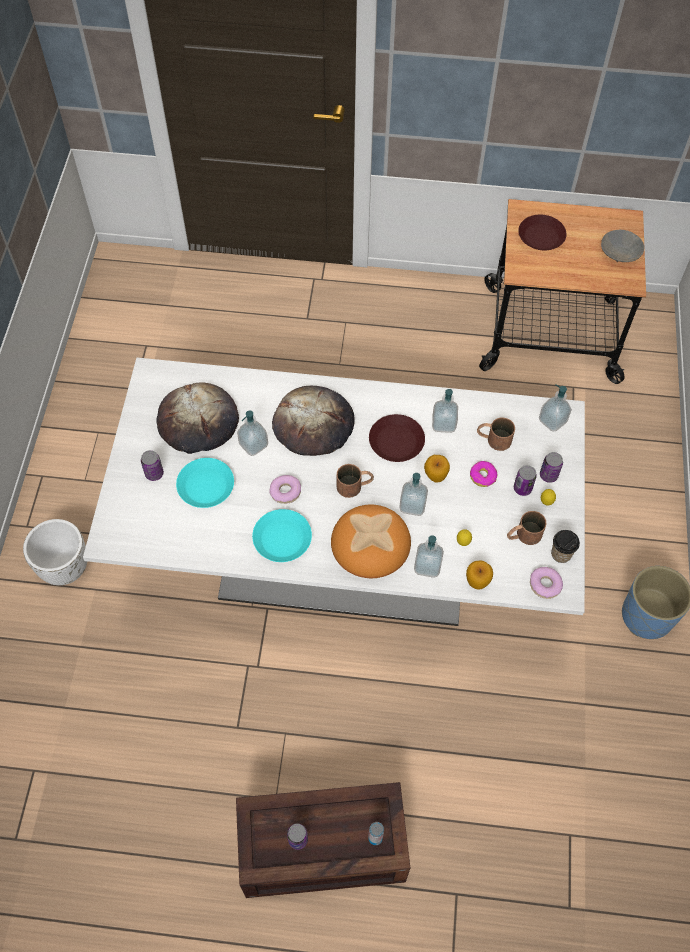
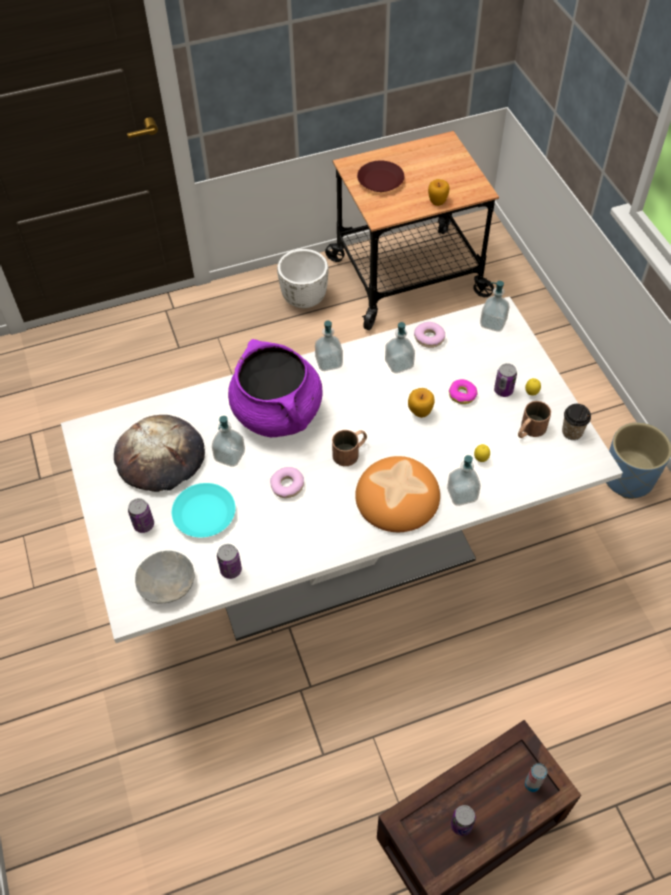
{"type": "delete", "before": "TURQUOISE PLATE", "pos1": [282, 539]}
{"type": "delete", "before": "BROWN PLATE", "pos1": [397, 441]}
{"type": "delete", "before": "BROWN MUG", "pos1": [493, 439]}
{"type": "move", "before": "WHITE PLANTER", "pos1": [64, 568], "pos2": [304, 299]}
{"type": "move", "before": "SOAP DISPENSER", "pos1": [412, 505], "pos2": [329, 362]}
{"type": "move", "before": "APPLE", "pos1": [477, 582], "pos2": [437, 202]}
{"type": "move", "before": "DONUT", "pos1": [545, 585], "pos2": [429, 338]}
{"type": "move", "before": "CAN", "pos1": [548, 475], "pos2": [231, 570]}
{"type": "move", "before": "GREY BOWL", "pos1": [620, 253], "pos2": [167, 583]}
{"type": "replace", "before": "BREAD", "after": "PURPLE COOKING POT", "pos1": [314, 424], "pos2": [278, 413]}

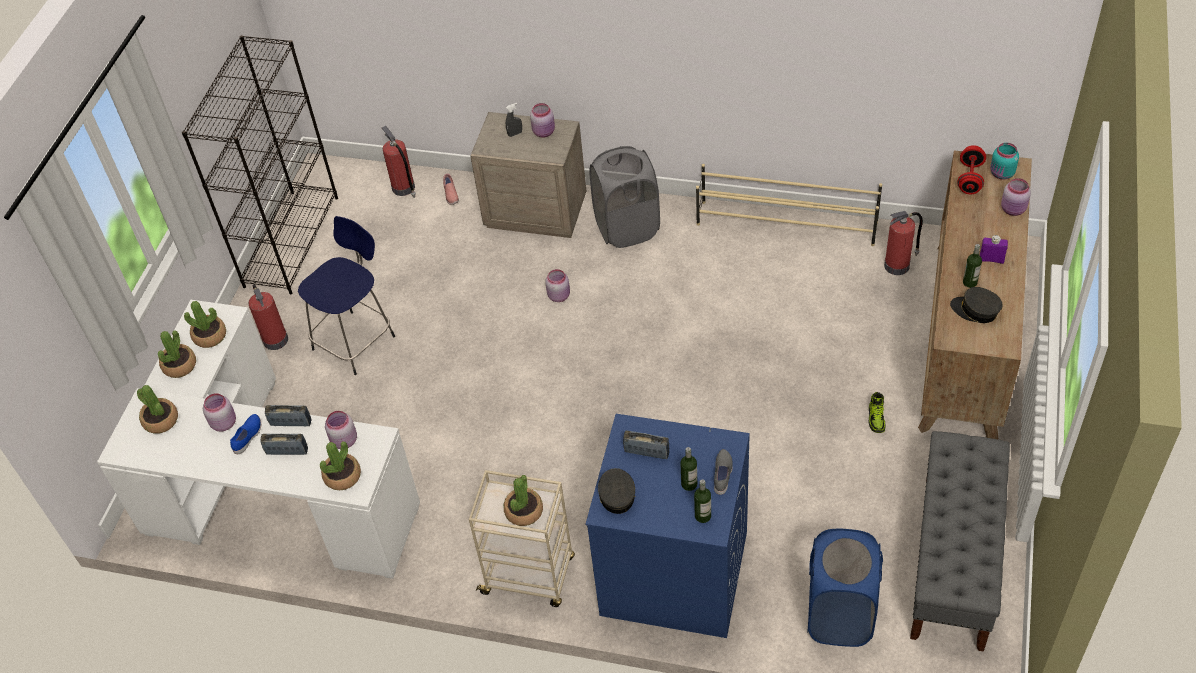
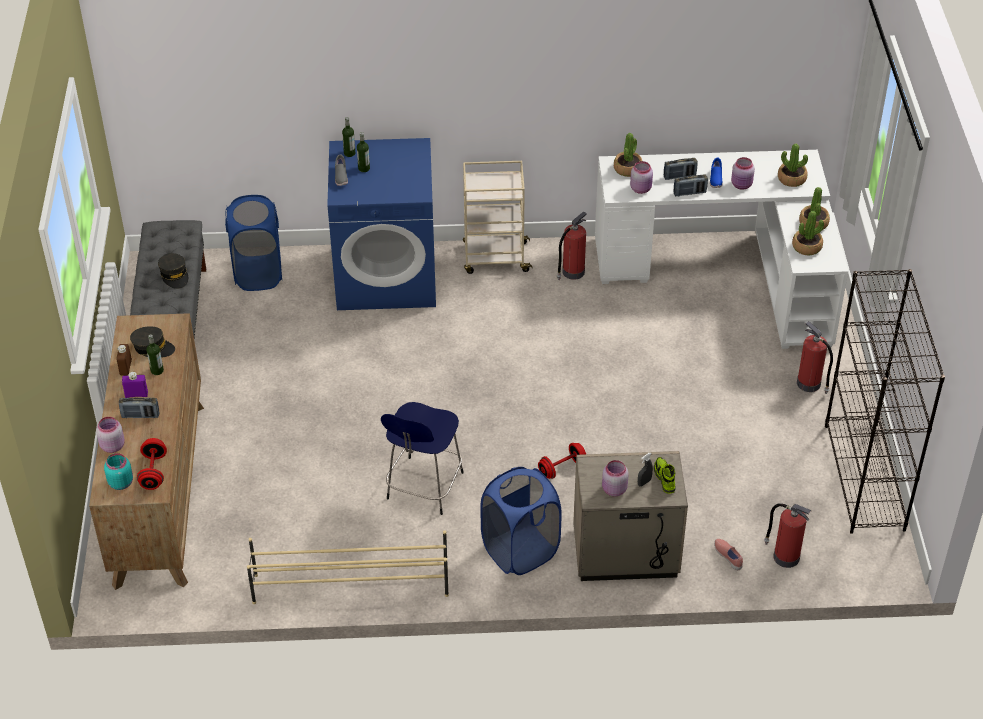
{"type": "delete", "before": "POTTED PLANT", "pos1": [524, 511]}
{"type": "insert", "after": "BROWN BOTTLE", "pos2": [125, 367]}
{"type": "move", "before": "BLUE STOOL", "pos1": [356, 341], "pos2": [424, 488]}
{"type": "move", "before": "GREY CAP", "pos1": [616, 494], "pos2": [174, 275]}
{"type": "move", "before": "RADIO", "pos1": [647, 452], "pos2": [140, 415]}
{"type": "move", "before": "SHOE", "pos1": [876, 418], "pos2": [664, 478]}
{"type": "move", "before": "FIRE EXTINGUISHER", "pos1": [898, 265], "pos2": [572, 272]}
{"type": "replace", "before": "PINK JAR", "after": "RED DUMBBELL", "pos1": [559, 295], "pos2": [562, 468]}
{"type": "recolor", "before": "GREY LAUNDRY BASKET", "after": "BLUE LAUNDRY BASKET", "pos1": [627, 228], "pos2": [520, 551]}

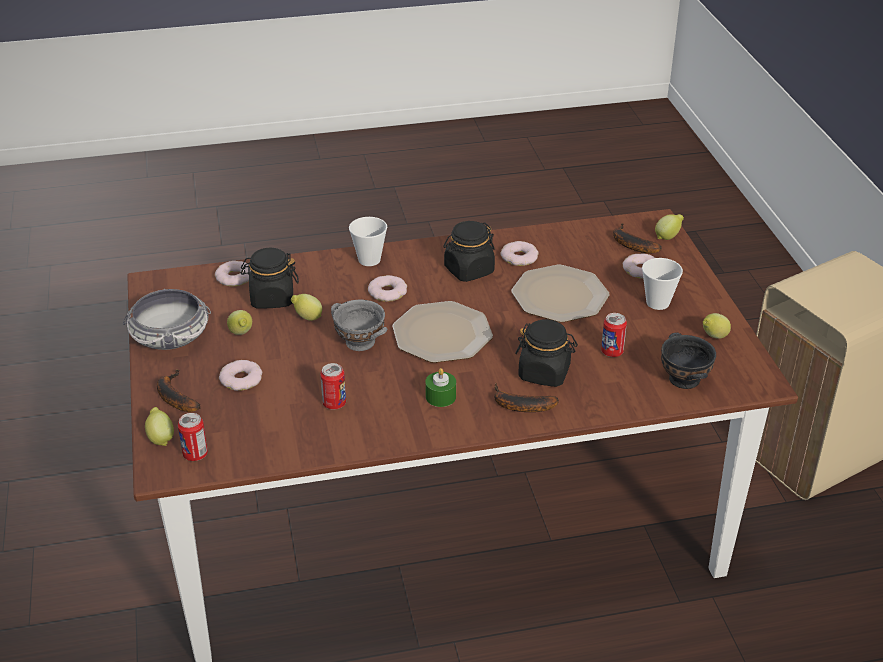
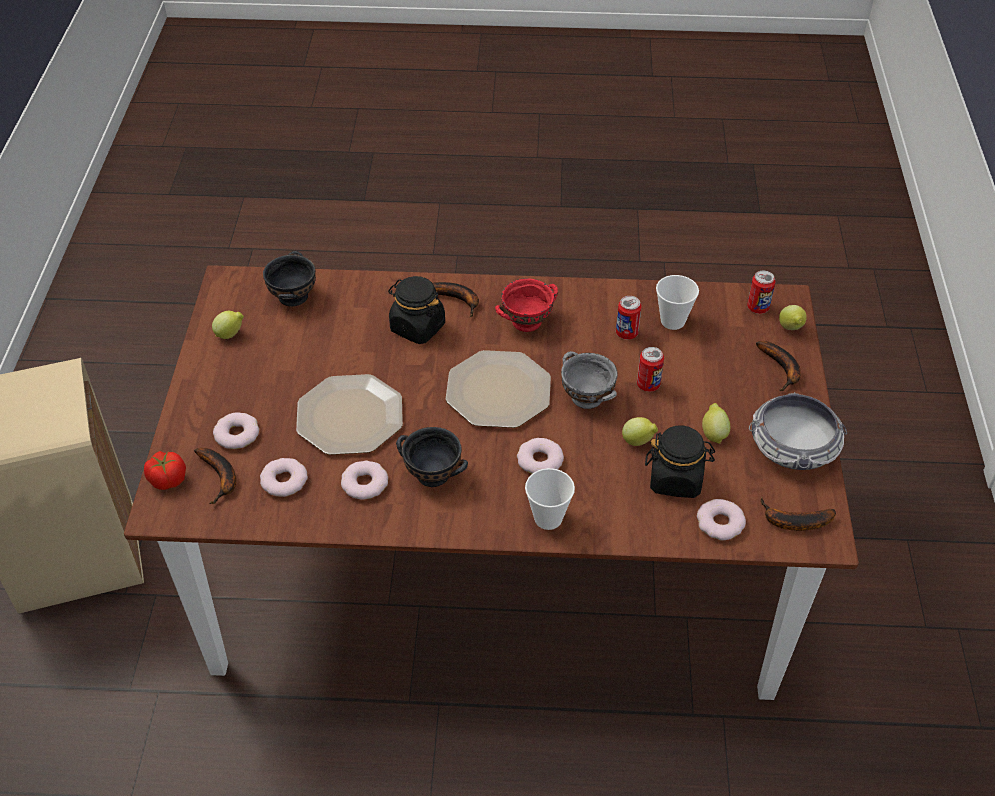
{"type": "insert", "after": "BANANA", "pos2": [792, 522]}
{"type": "move", "before": "DONUT", "pos1": [241, 379], "pos2": [284, 481]}
{"type": "move", "before": "CAN", "pos1": [612, 352], "pos2": [648, 385]}
{"type": "move", "before": "CUP", "pos1": [657, 303], "pos2": [672, 321]}
{"type": "replace", "before": "GREEN CANDLE", "after": "RED BOWL", "pos1": [440, 396], "pos2": [525, 321]}
{"type": "replace", "before": "BLACK JAR", "after": "BLACK BOWL", "pos1": [468, 270], "pos2": [434, 475]}
{"type": "replace", "before": "LEMON", "after": "TOMATO", "pos1": [668, 237], "pos2": [167, 480]}

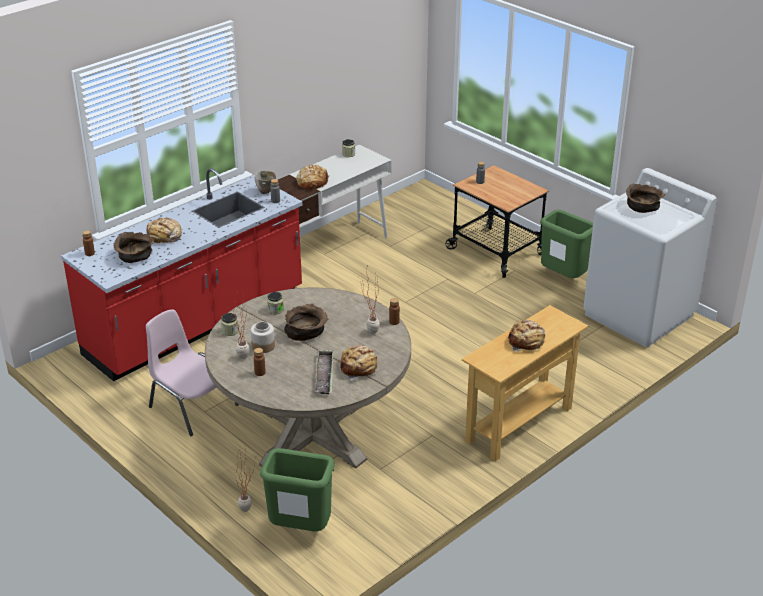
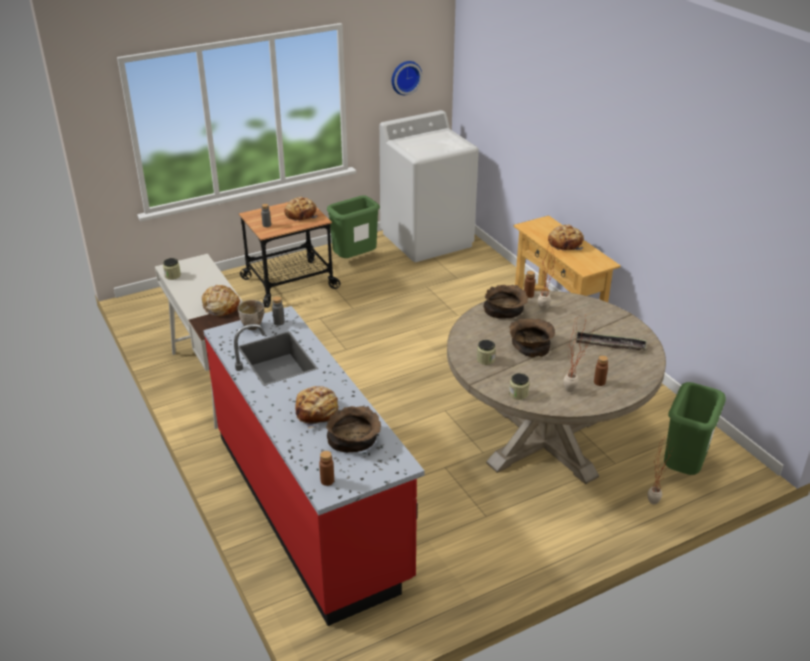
{"type": "delete", "before": "PINK CHAIR", "pos1": [192, 406]}
{"type": "delete", "before": "JAR", "pos1": [263, 346]}
{"type": "insert", "after": "WALL CLOCK", "pos2": [405, 77]}
{"type": "move", "before": "BREAD", "pos1": [359, 367], "pos2": [301, 214]}
{"type": "move", "before": "BROWN BOWL", "pos1": [643, 207], "pos2": [505, 310]}

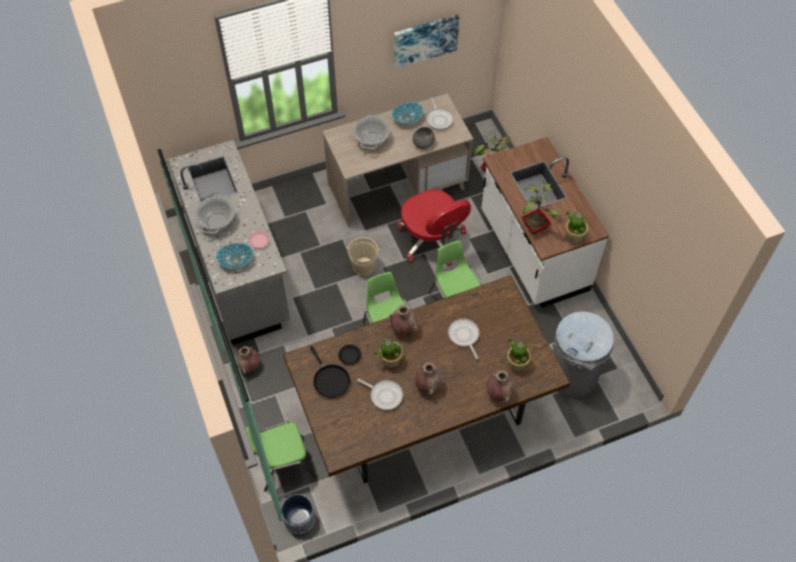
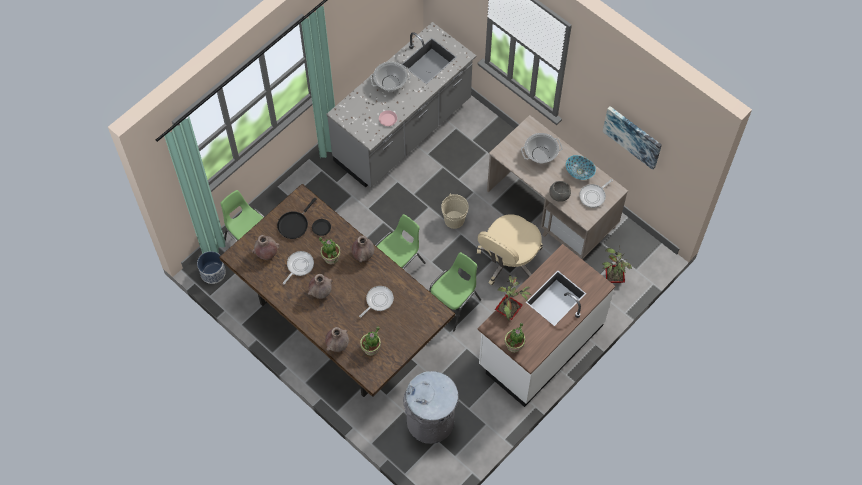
{"type": "delete", "before": "BOWL", "pos1": [235, 260]}
{"type": "move", "before": "BROWN VASE", "pos1": [249, 366], "pos2": [266, 254]}
{"type": "recolor", "before": "RED OFFICE CHAIR", "after": "BEIGE OFFICE CHAIR", "pos1": [432, 240], "pos2": [508, 260]}
{"type": "rotate", "before": "FRYING PAN", "pos1": [384, 395], "pos2": [299, 266], "turn": -150}

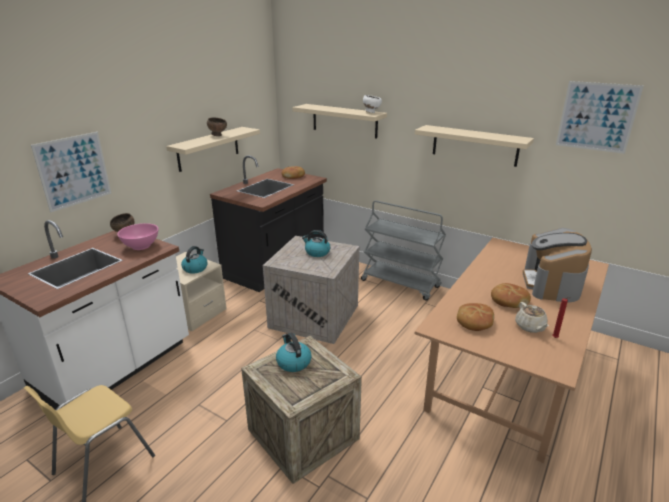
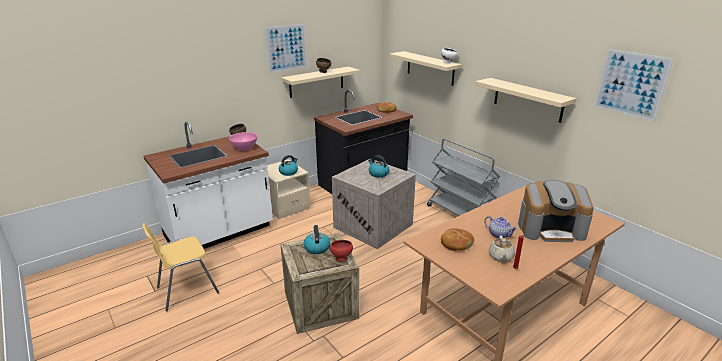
{"type": "insert", "after": "RED BOWL", "pos2": [341, 259]}
{"type": "move", "before": "PICTURE", "pos1": [74, 171], "pos2": [286, 48]}
{"type": "replace", "before": "BREAD", "after": "TEAPOT", "pos1": [508, 301], "pos2": [499, 234]}
{"type": "rotate", "before": "COFFEE MACHINE", "pos1": [551, 284], "pos2": [550, 229], "turn": -120}

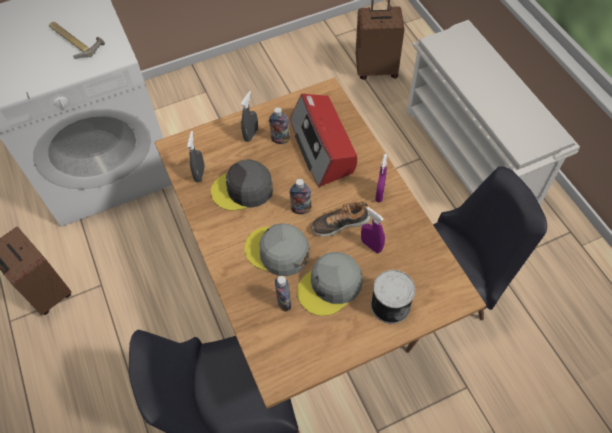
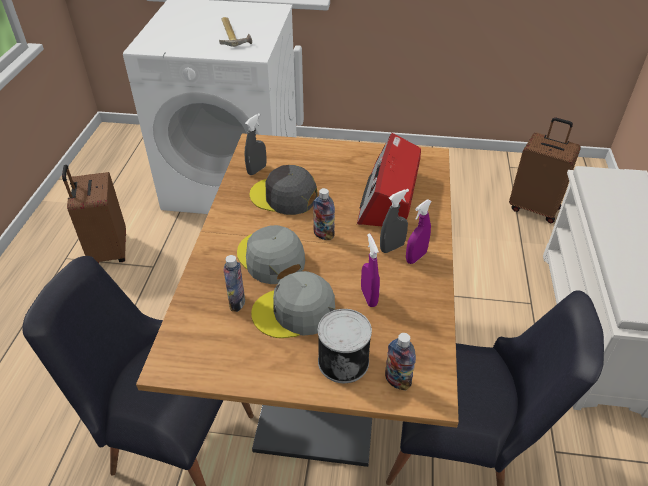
{"type": "delete", "before": "SHOE", "pos1": [340, 223]}
{"type": "move", "before": "GREY SPRAY BOTTLE", "pos1": [251, 134], "pos2": [392, 247]}
{"type": "move", "before": "BOTTLE", "pos1": [280, 140], "pos2": [397, 381]}

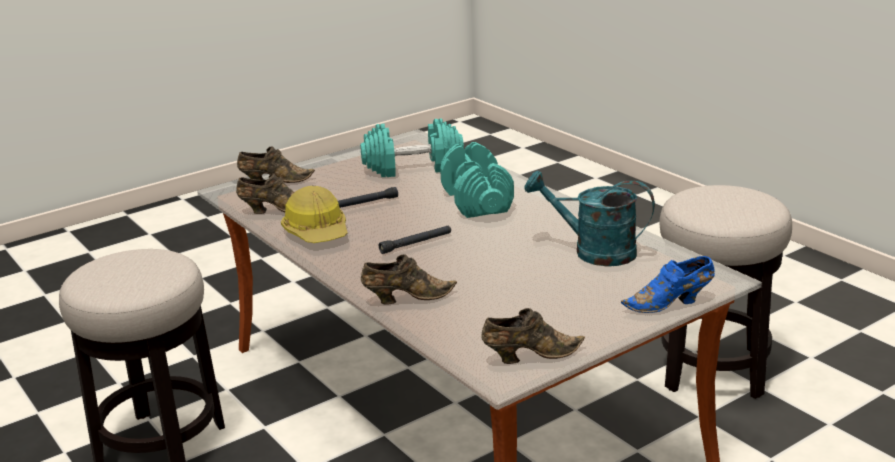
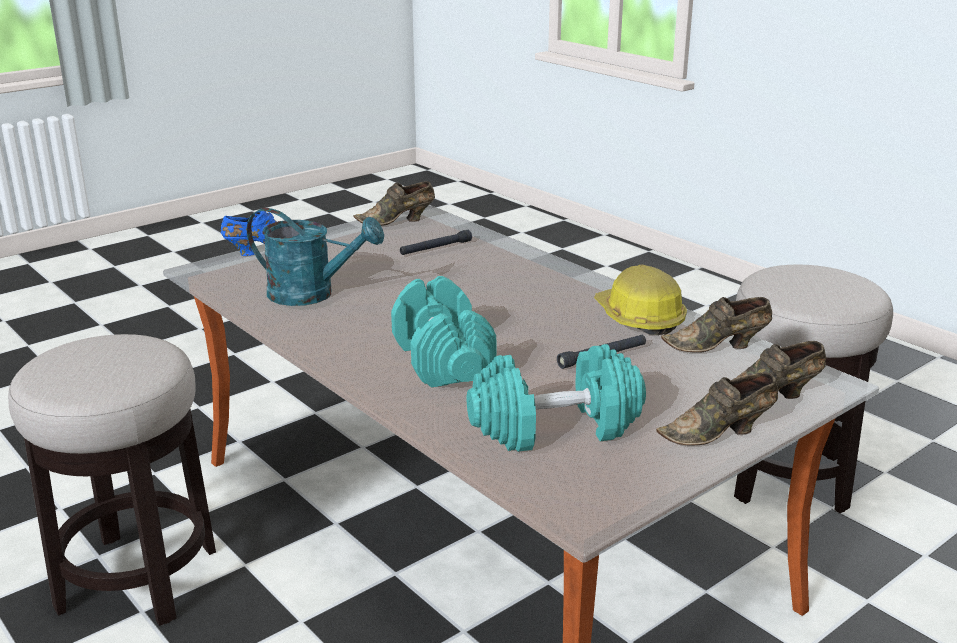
{"type": "move", "before": "BROWN SHOE", "pos1": [406, 298], "pos2": [719, 434]}
{"type": "move", "before": "BLACK FLASHLIGHT", "pos1": [416, 243], "pos2": [435, 248]}

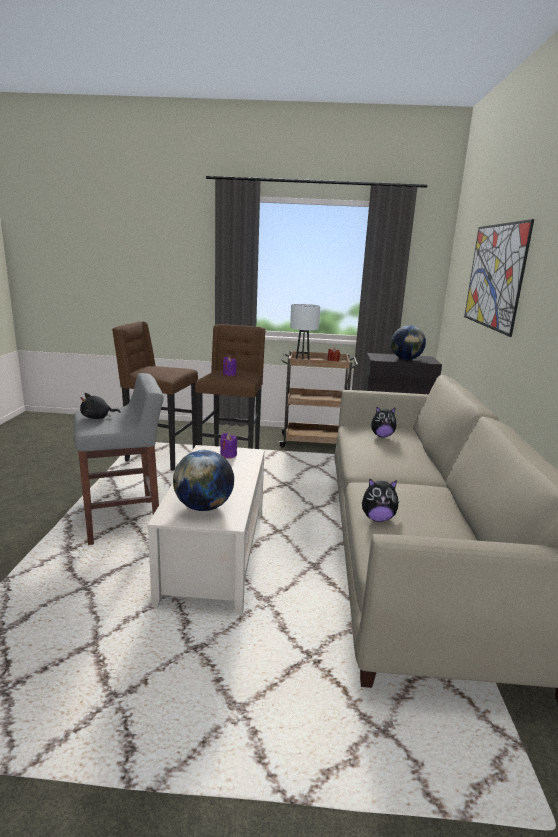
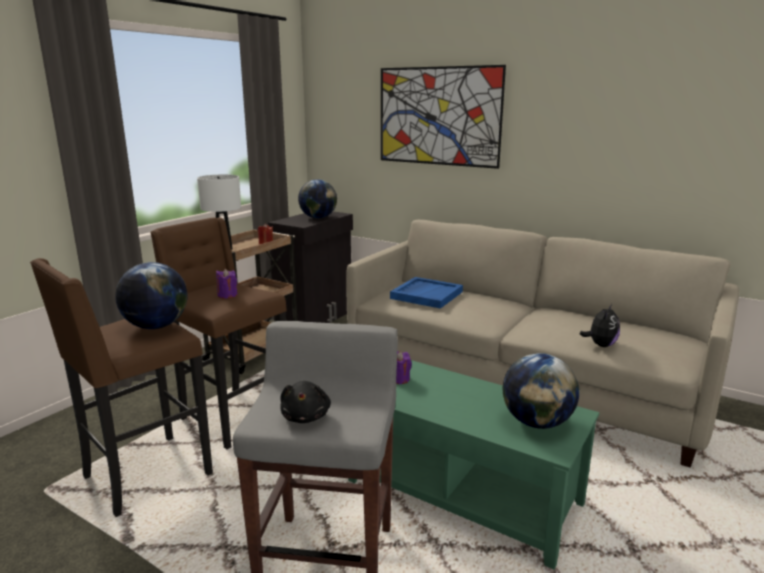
{"type": "insert", "after": "GLOBE", "pos2": [156, 326]}
{"type": "replace", "before": "PLUSH TOY", "after": "BLUE TRAY", "pos1": [382, 436], "pos2": [426, 295]}
{"type": "recolor", "before": "BEIGE COFFEE TABLE", "after": "GREEN COFFEE TABLE", "pos1": [215, 554], "pos2": [463, 492]}

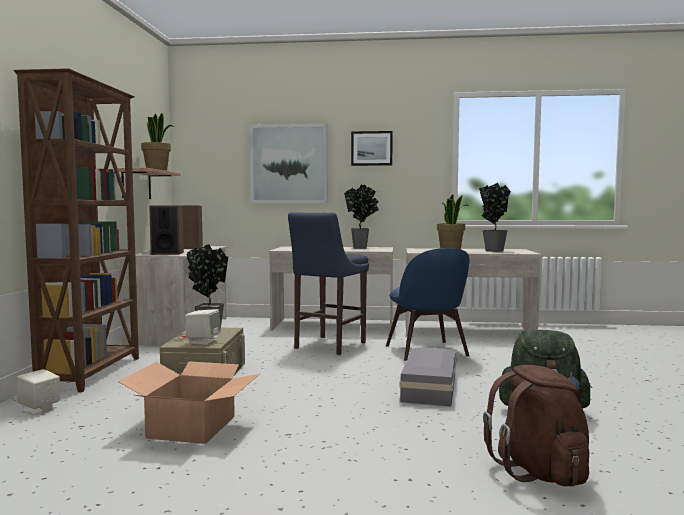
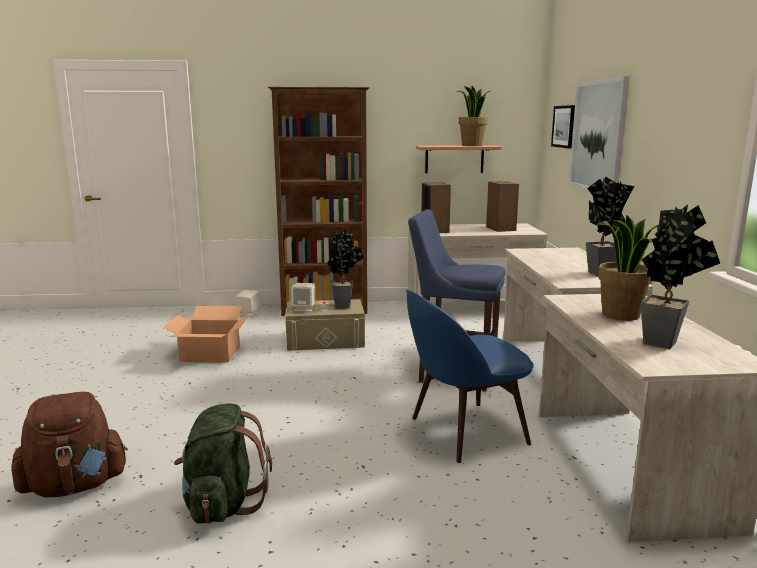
{"type": "delete", "before": "GREY STORAGE BOX", "pos1": [431, 387]}
{"type": "move", "before": "PICTURE", "pos1": [371, 148], "pos2": [564, 126]}

